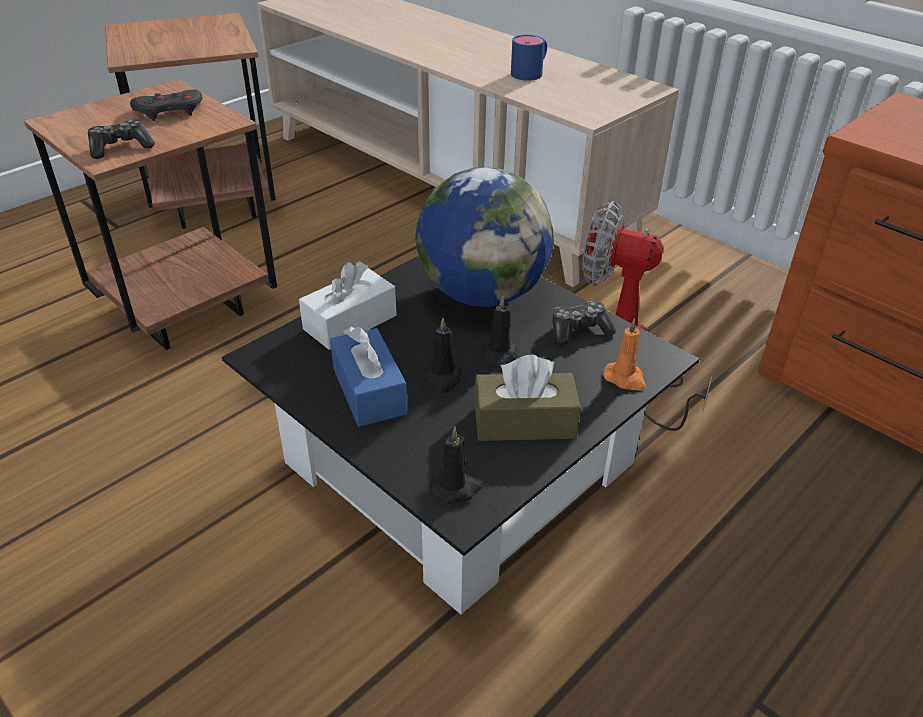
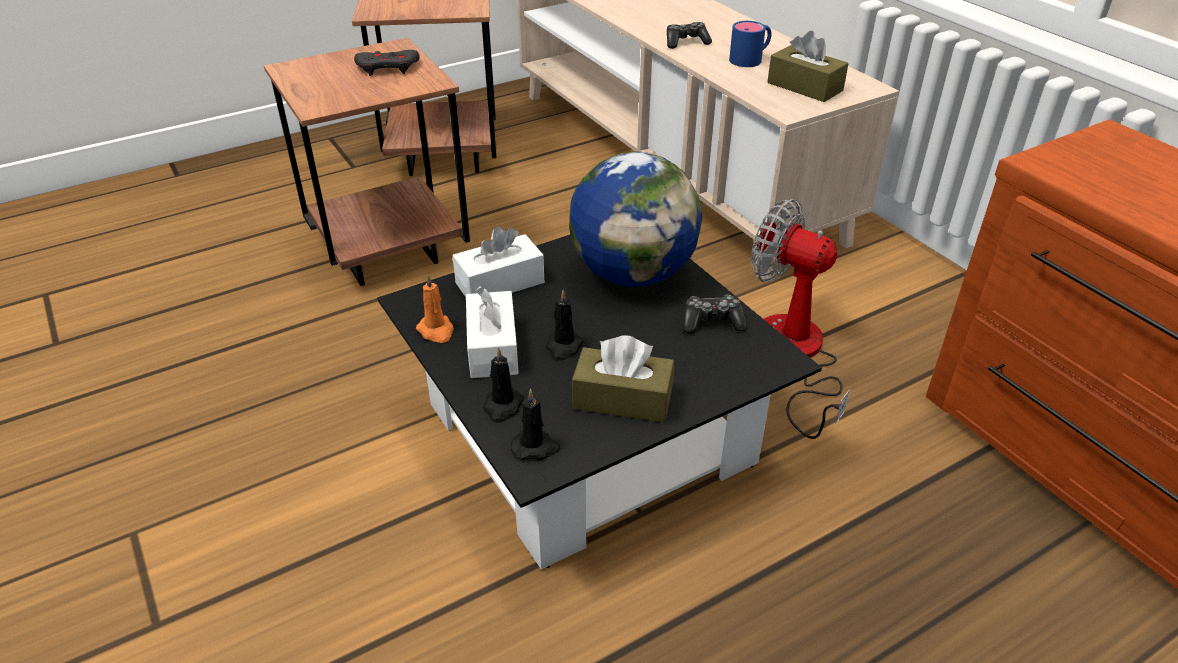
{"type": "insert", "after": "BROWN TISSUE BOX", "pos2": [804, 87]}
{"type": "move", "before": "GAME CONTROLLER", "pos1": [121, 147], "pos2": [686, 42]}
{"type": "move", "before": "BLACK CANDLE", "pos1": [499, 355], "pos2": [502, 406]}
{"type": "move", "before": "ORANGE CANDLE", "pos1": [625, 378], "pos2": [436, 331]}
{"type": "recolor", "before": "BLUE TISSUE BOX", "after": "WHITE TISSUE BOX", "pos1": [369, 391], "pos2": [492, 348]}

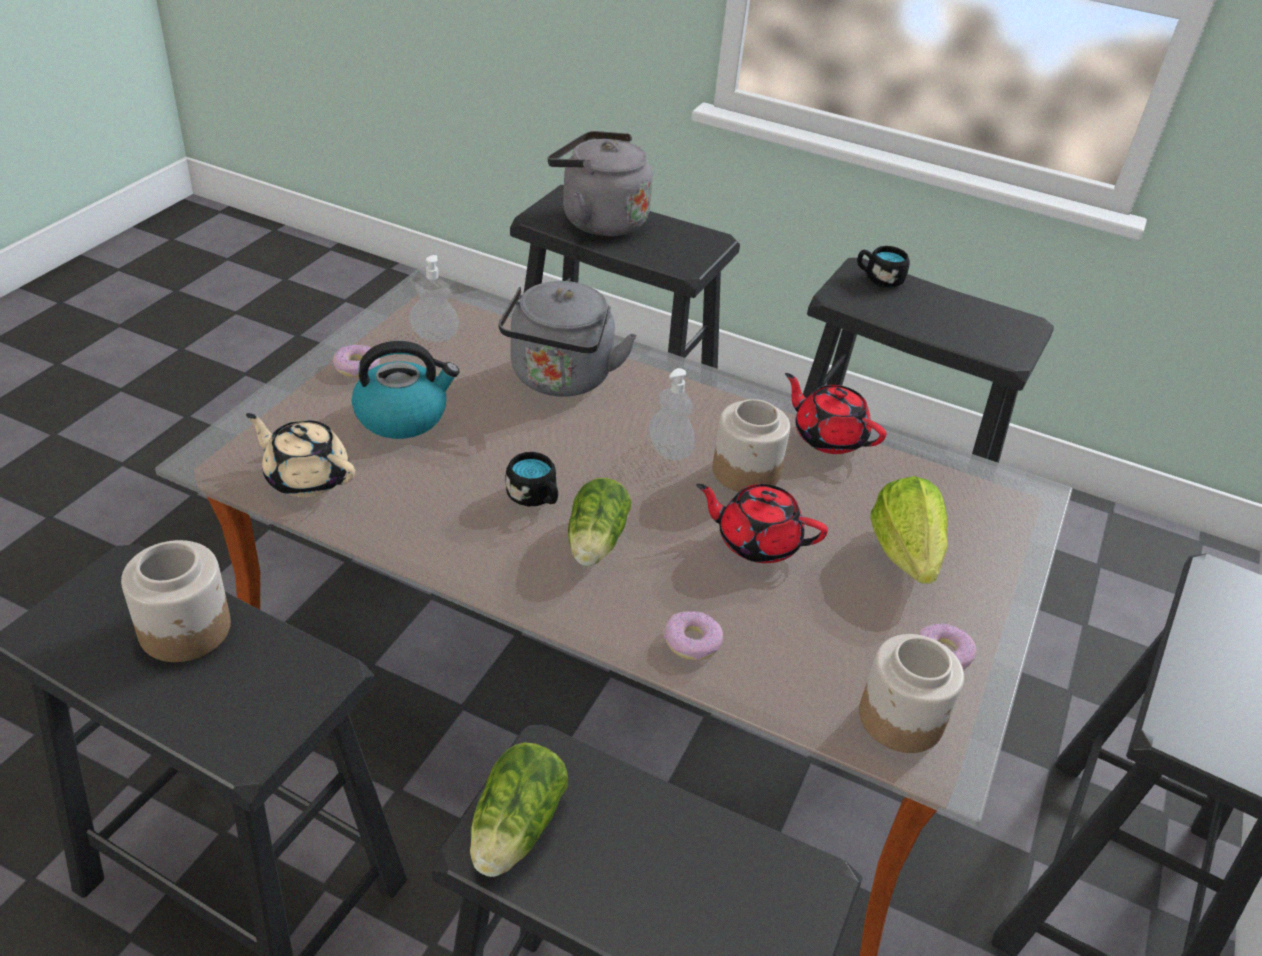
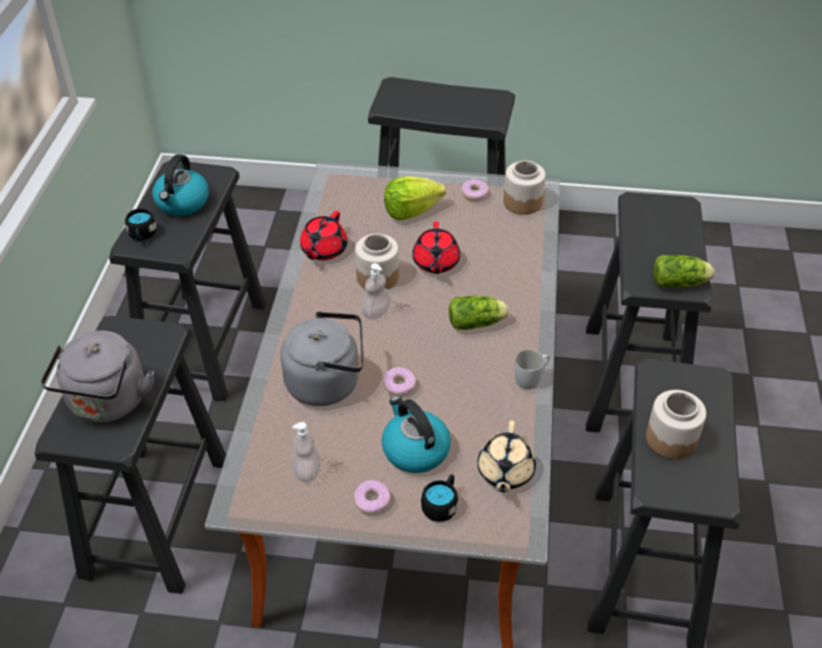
{"type": "insert", "after": "KETTLE", "pos2": [182, 203]}
{"type": "insert", "after": "WHITE MUG", "pos2": [531, 378]}
{"type": "move", "before": "BLACK MUG", "pos1": [535, 497], "pos2": [441, 504]}
{"type": "move", "before": "DONUT", "pos1": [692, 642], "pos2": [399, 385]}

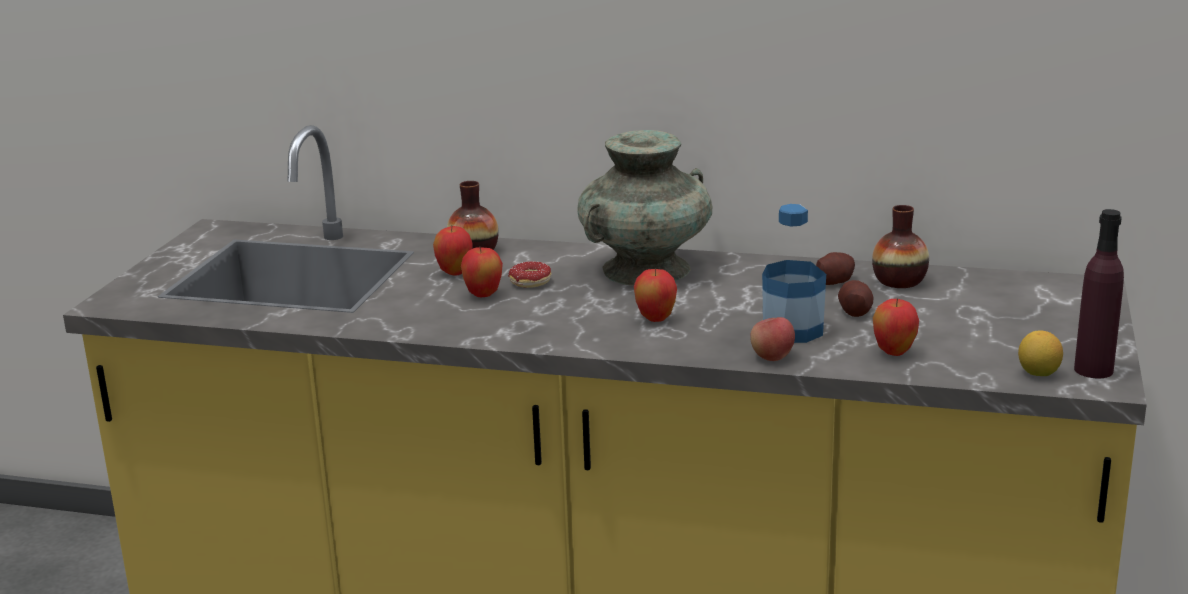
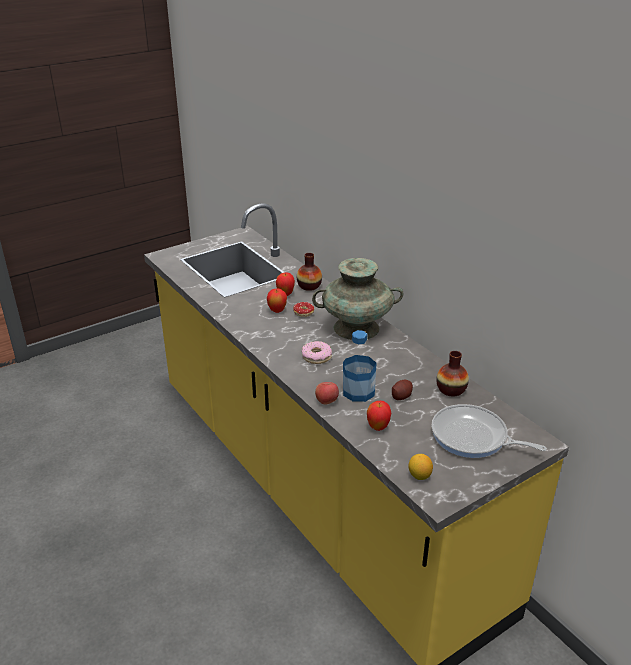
{"type": "delete", "before": "POTATO", "pos1": [835, 281]}
{"type": "delete", "before": "PURPLE BOTTLE", "pos1": [1093, 370]}
{"type": "insert", "after": "FRYING PAN", "pos2": [473, 437]}
{"type": "replace", "before": "APPLE", "after": "DONUT", "pos1": [655, 319], "pos2": [316, 356]}

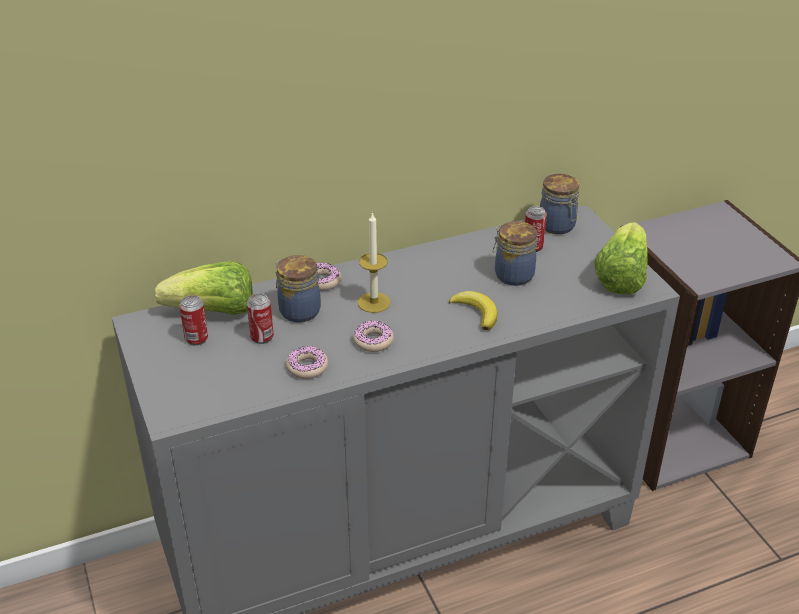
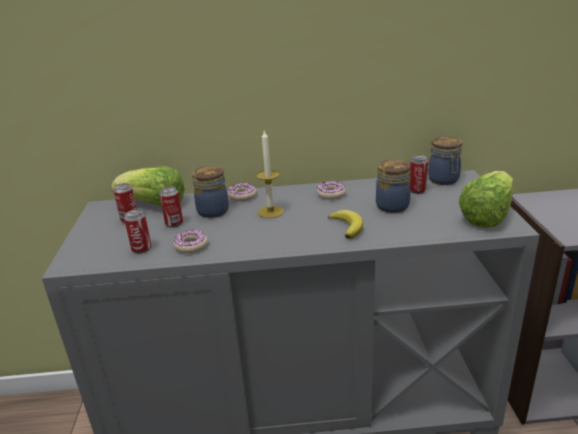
{"type": "insert", "after": "CAN", "pos2": [141, 249]}
{"type": "move", "before": "DONUT", "pos1": [373, 341], "pos2": [331, 194]}

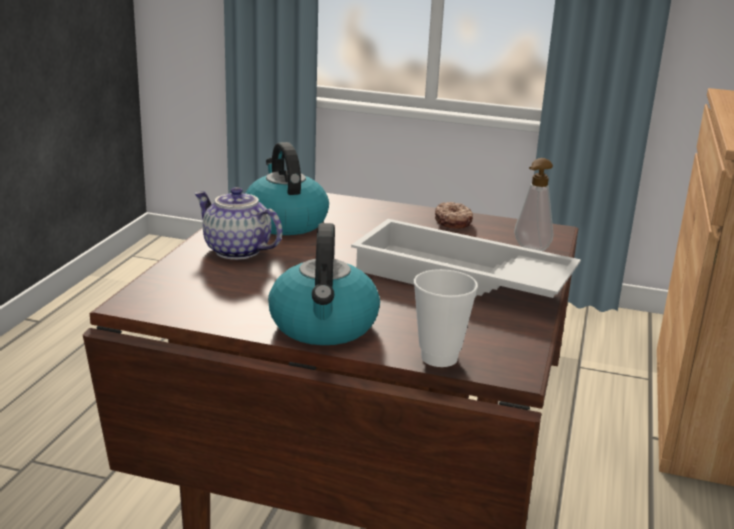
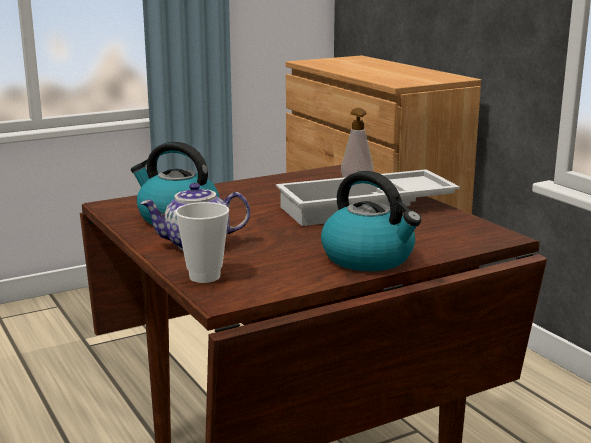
{"type": "delete", "before": "DONUT", "pos1": [453, 222]}
{"type": "move", "before": "CUP", "pos1": [439, 358], "pos2": [204, 277]}

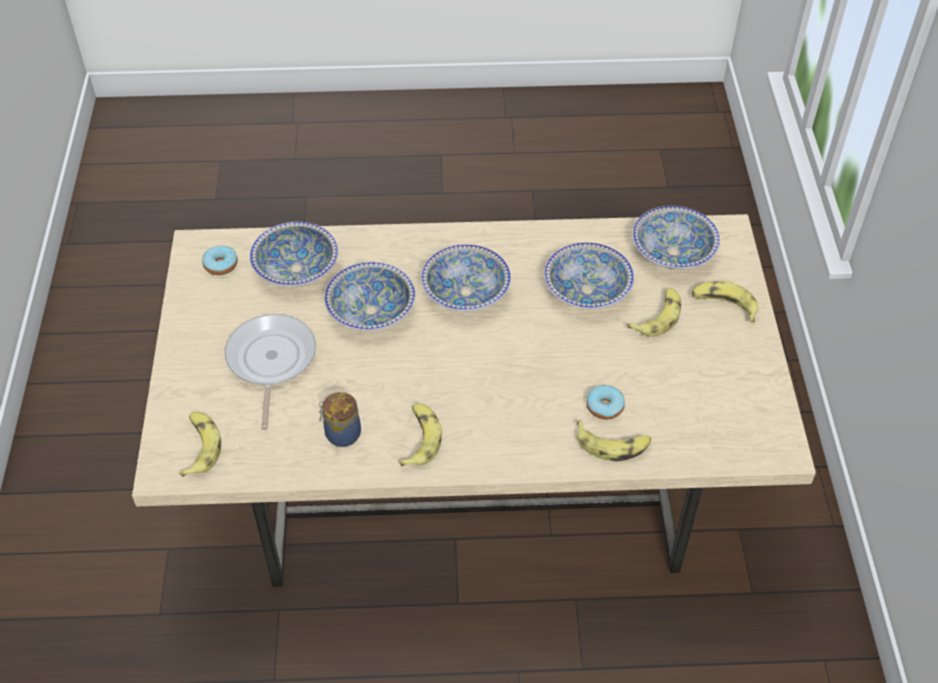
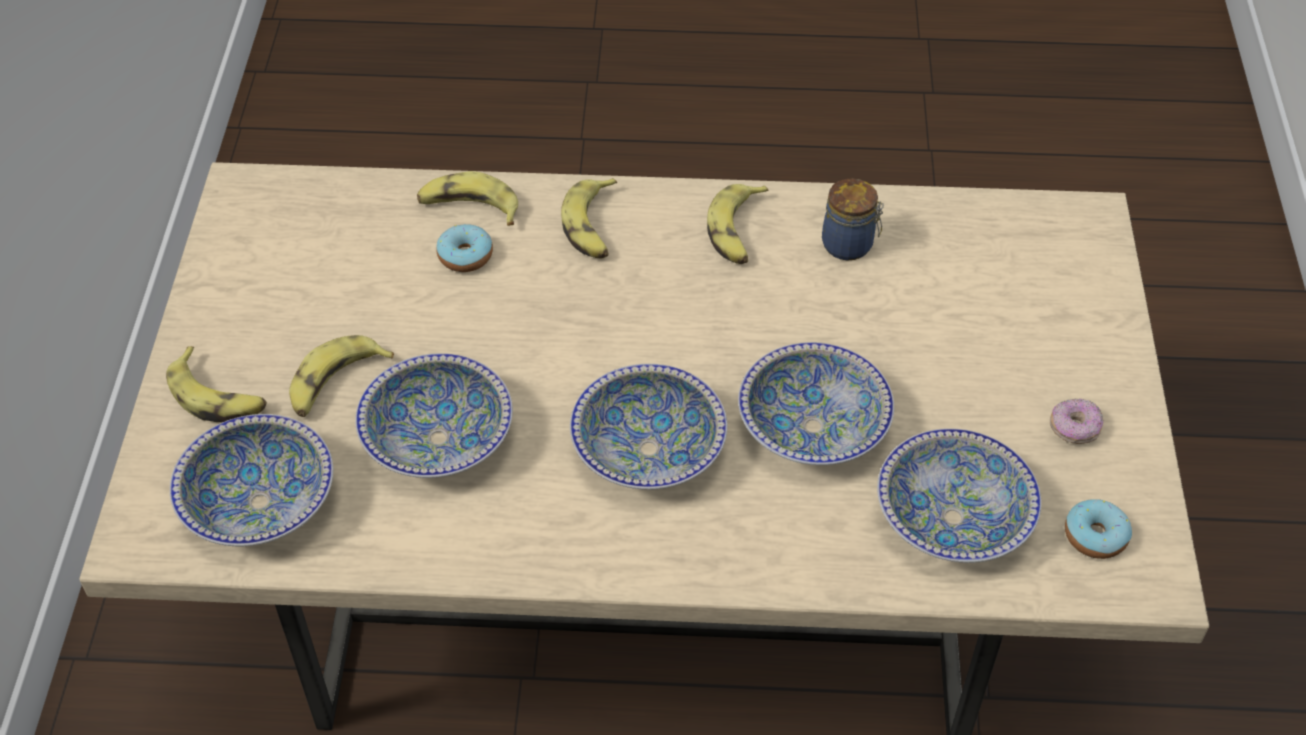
{"type": "delete", "before": "FRYING PAN", "pos1": [270, 361]}
{"type": "insert", "after": "DONUT", "pos2": [1074, 429]}
{"type": "move", "before": "BANANA", "pos1": [200, 447], "pos2": [592, 227]}

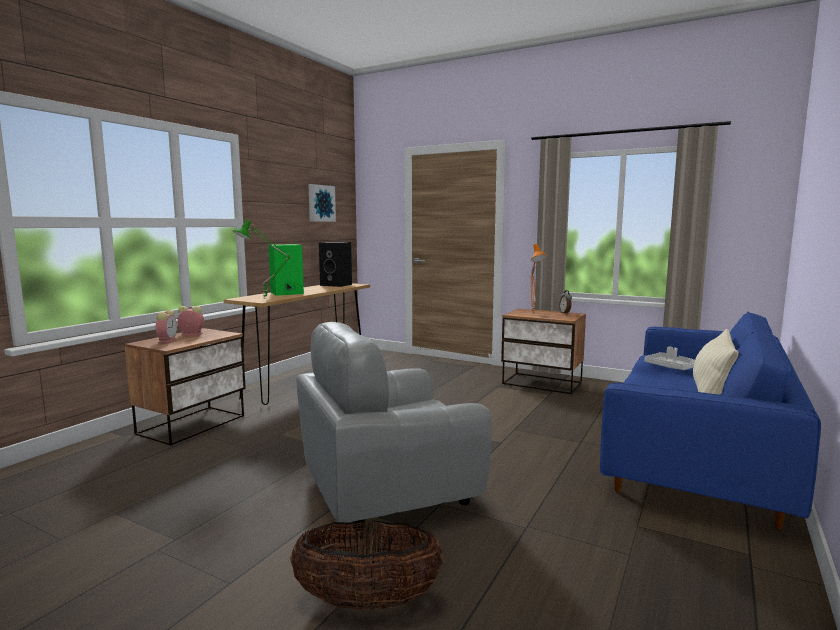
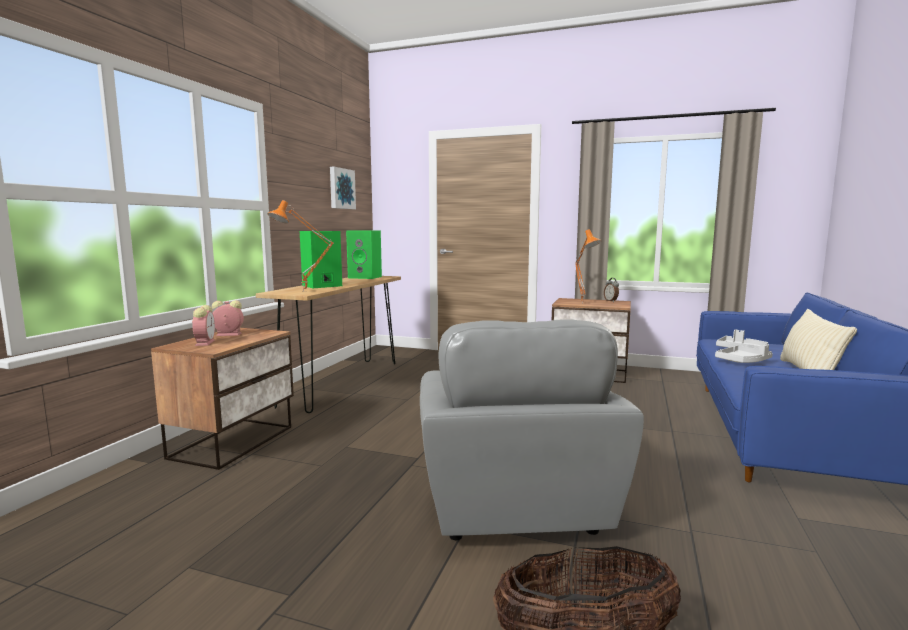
{"type": "insert", "after": "GREY TRAY", "pos2": [743, 361]}
{"type": "recolor", "before": "GREEN TABLE LAMP", "after": "ORANGE TABLE LAMP", "pos1": [264, 298], "pos2": [304, 291]}
{"type": "recolor", "before": "BLACK SPEAKER", "after": "GREEN SPEAKER", "pos1": [337, 285], "pos2": [366, 277]}
{"type": "rotate", "before": "GREY ARMCHAIR", "pos1": [388, 489], "pos2": [512, 501], "turn": -60}

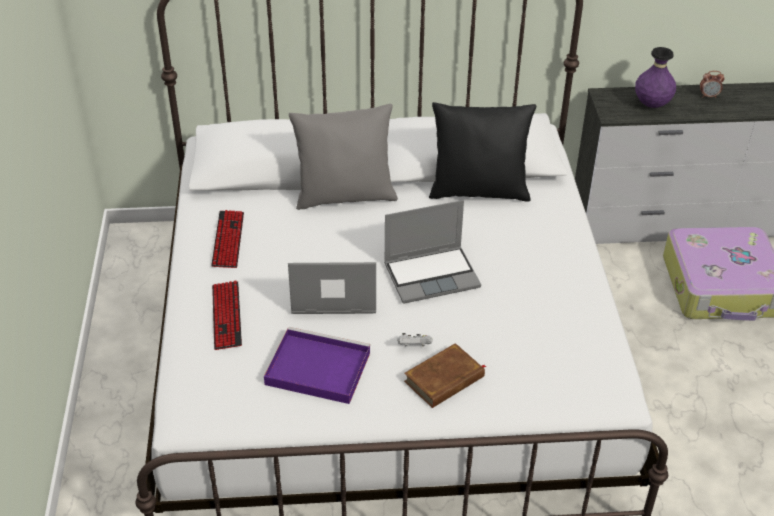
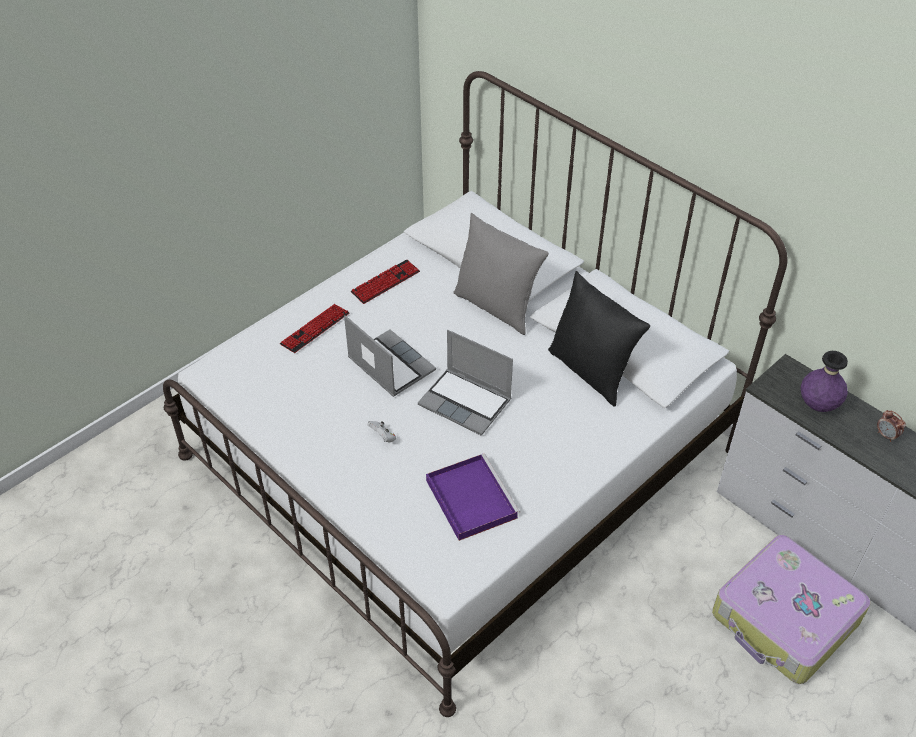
{"type": "delete", "before": "BROWN BOOK", "pos1": [444, 379]}
{"type": "move", "before": "PURPLE TRAY", "pos1": [315, 368], "pos2": [470, 498]}

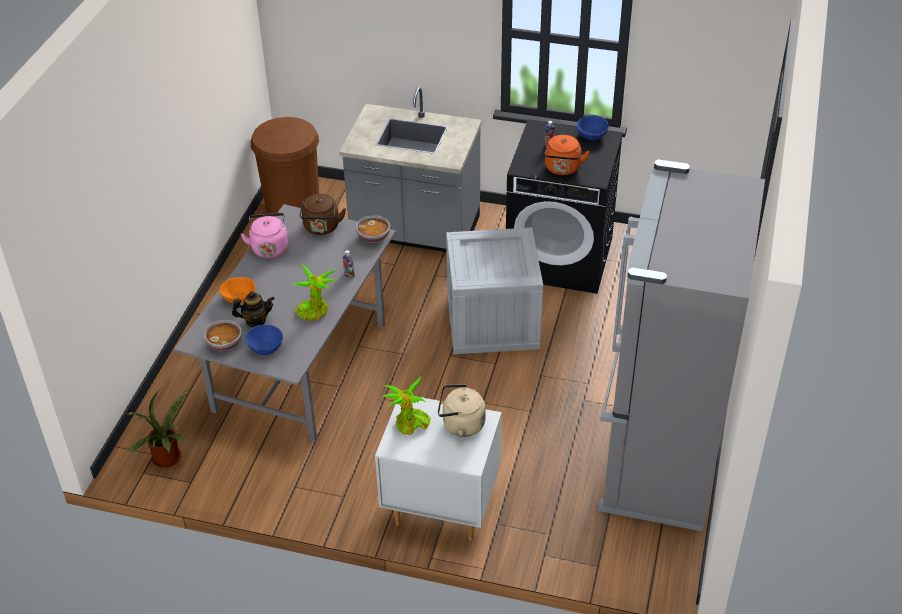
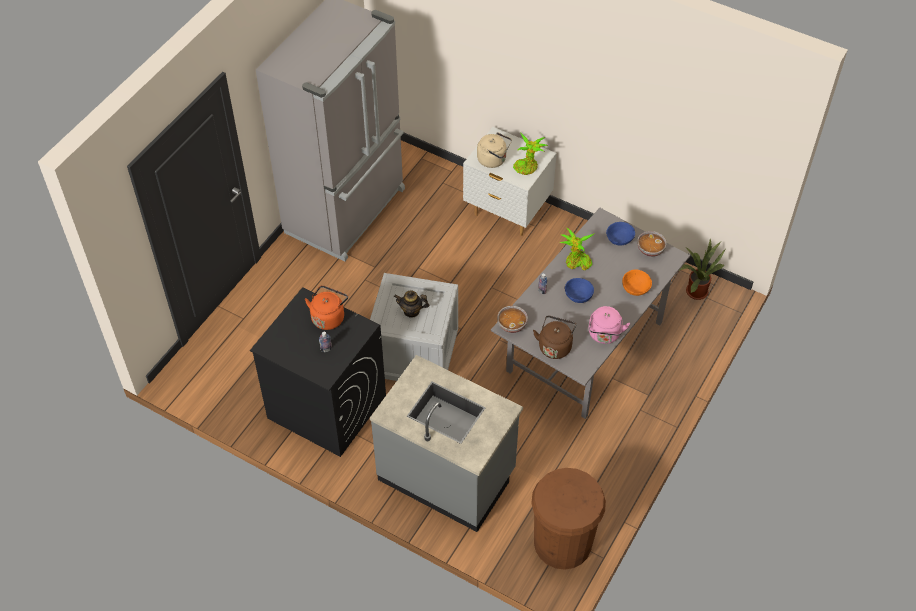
{"type": "move", "before": "TEAPOT", "pos1": [255, 321], "pos2": [411, 311]}
{"type": "move", "before": "BLUE BOWL", "pos1": [591, 135], "pos2": [578, 296]}

